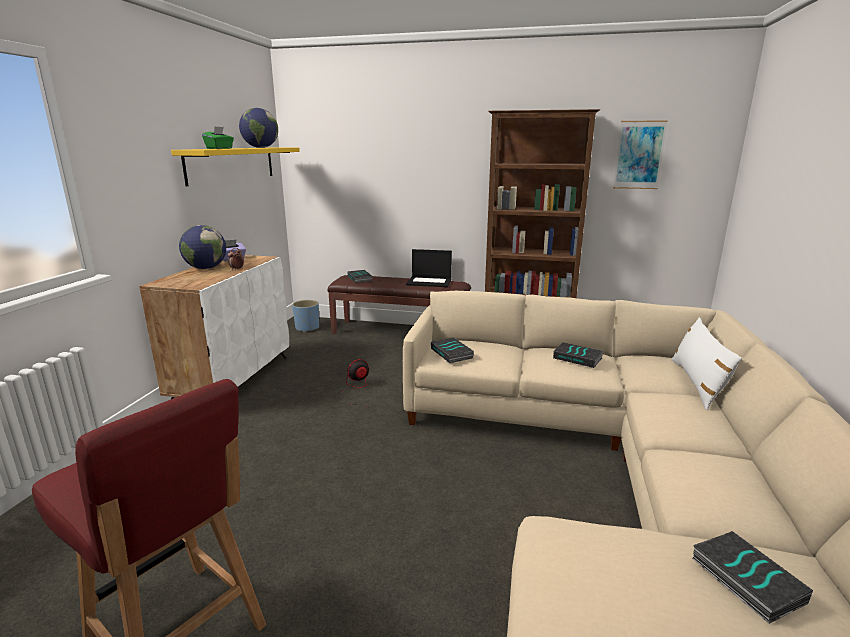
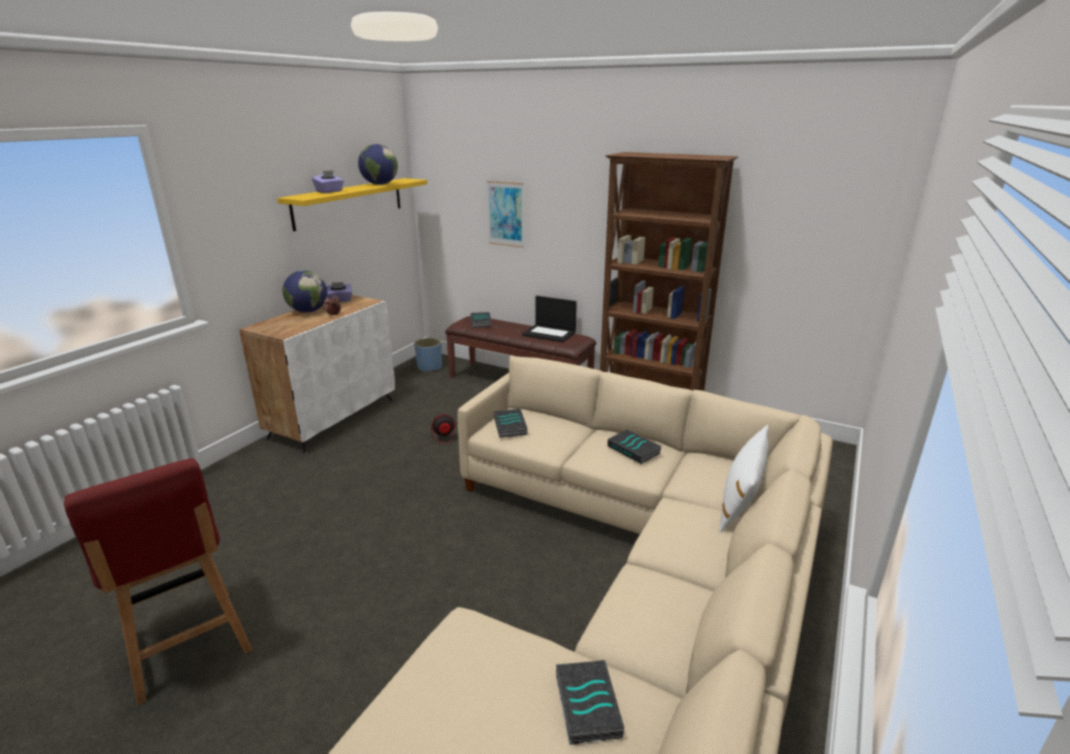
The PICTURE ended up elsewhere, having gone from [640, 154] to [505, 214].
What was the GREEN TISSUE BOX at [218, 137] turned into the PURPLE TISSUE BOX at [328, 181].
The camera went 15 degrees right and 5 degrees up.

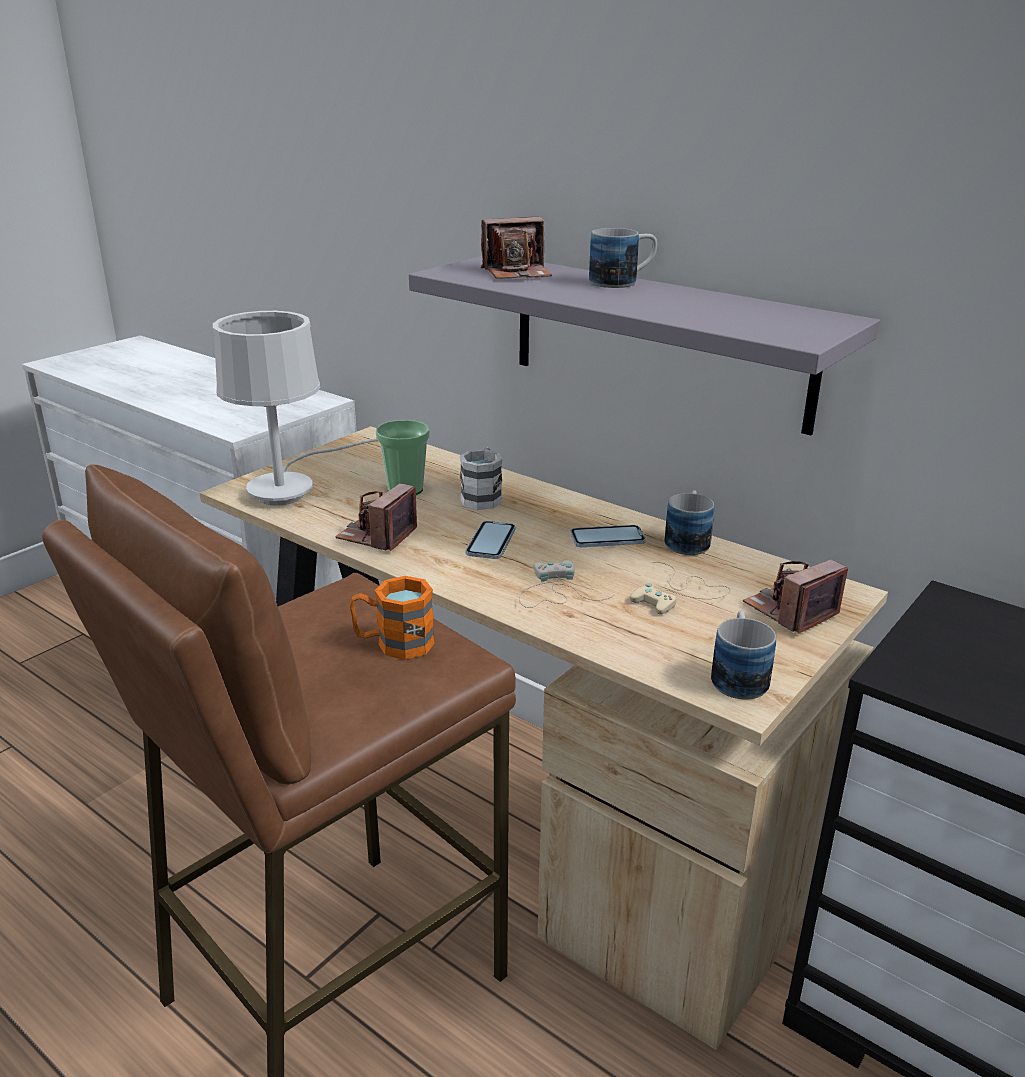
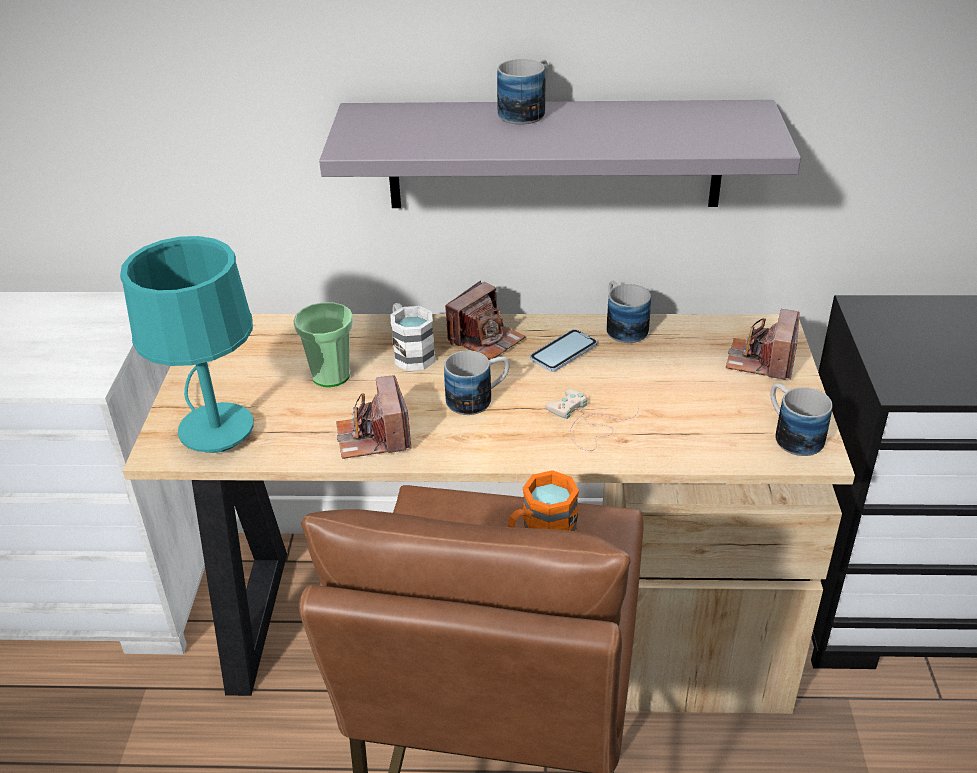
The second view lost the BEIGE GAME CONTROLLER at [680, 588].
The PHOTO CAMERA ended up elsewhere, having gone from [516, 247] to [485, 320].
Where the PHONE stood at [490, 540], the MUG came to stand at [476, 382].
What was the WHITE TABLE LAMP at [295, 408] turned into the TURQUOISE TABLE LAMP at [187, 344].
The camera went 35 degrees left and 10 degrees up.

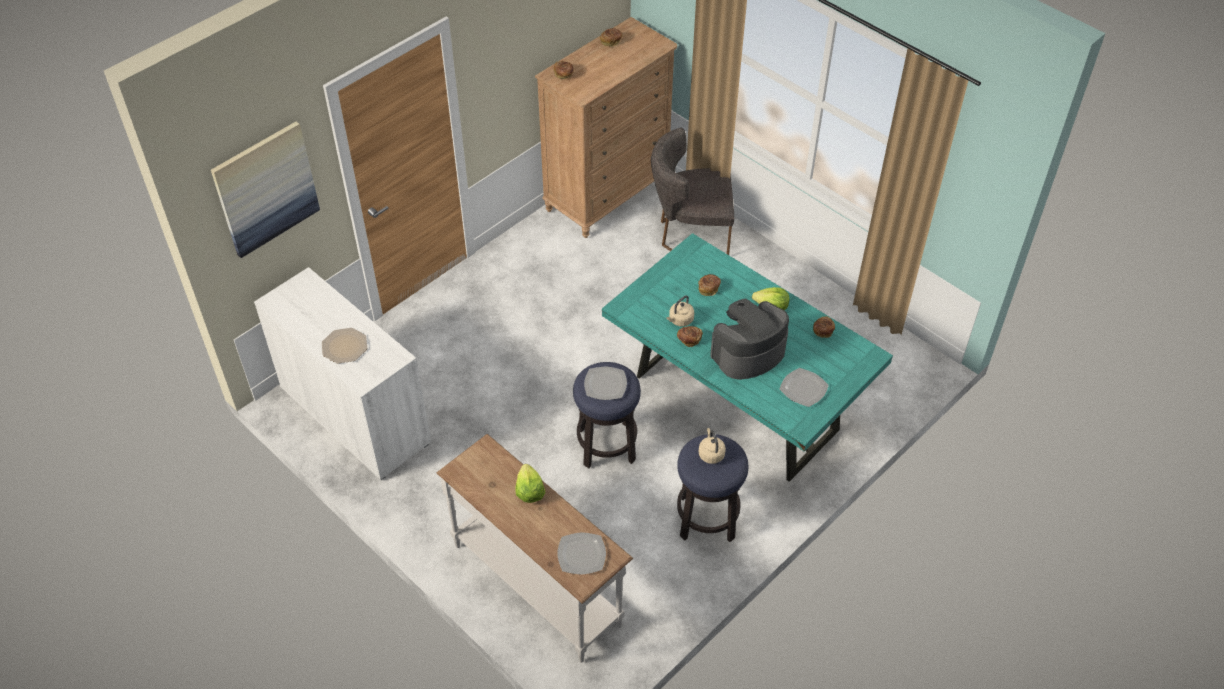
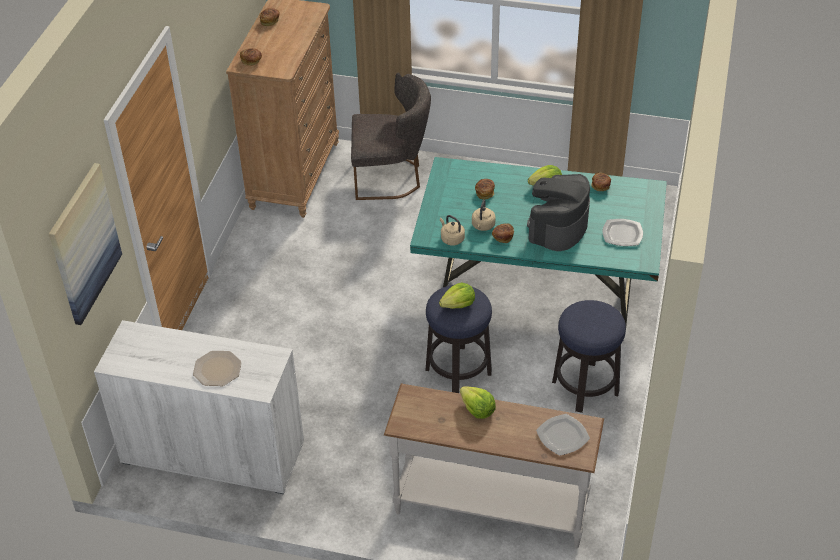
The BEIGE KETTLE ended up elsewhere, having gone from [712, 446] to [452, 230].
Where the PLATE stood at [605, 383], the LETTUCE came to stand at [457, 296].
The GREY CHAIR at [692, 191] ended up facing another way, 150 degrees counterclockwise from before.
The camera went 30 degrees left and 5 degrees down.

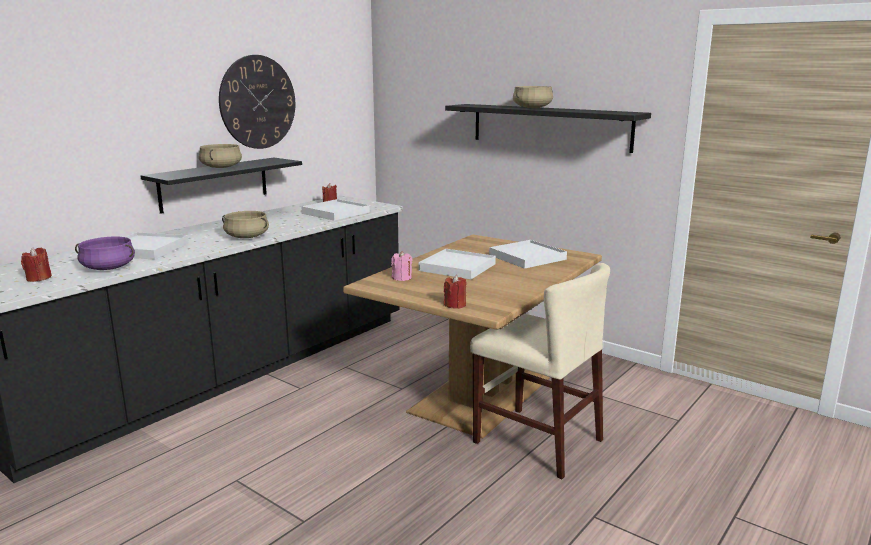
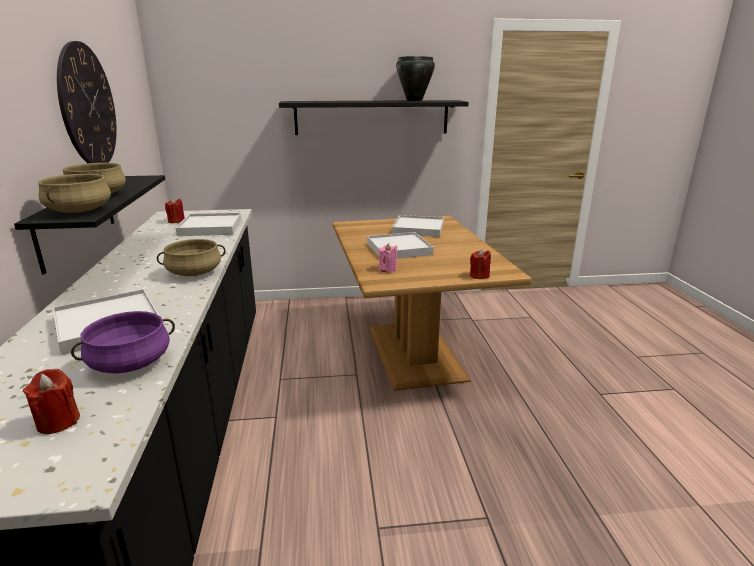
The second view lost the BEIGE CHAIR at [540, 371].
The second view gained the BLACK COOKING POT at [415, 78].
The BEIGE COOKING POT ended up elsewhere, having gone from [533, 97] to [74, 193].
The camera went 45 degrees left and 5 degrees up.

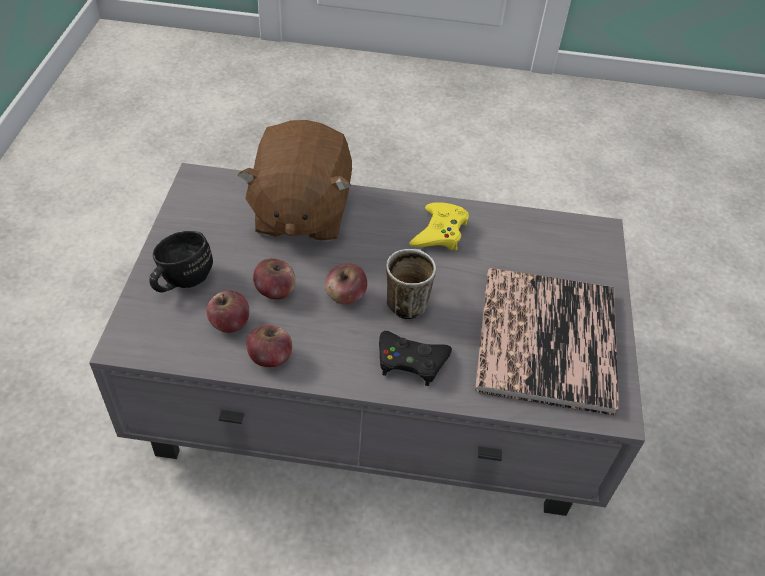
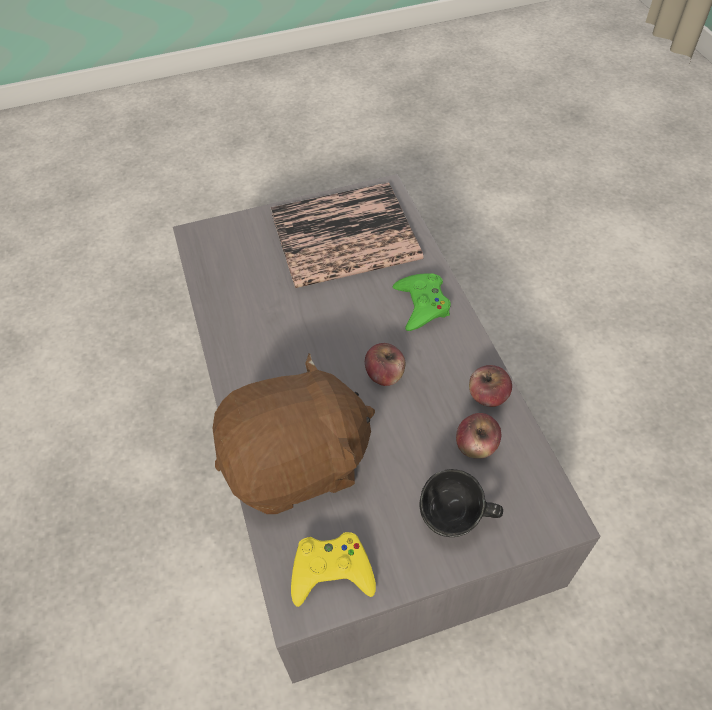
The second view lost the APPLE at [274, 279].
The second view lost the MUG at [411, 284].
The YELLOW GAME CONTROLLER ended up elsewhere, having gone from [439, 226] to [333, 569].
What was the BLACK GAME CONTROLLER at [415, 358] turned into the GREEN GAME CONTROLLER at [422, 302].
The camera went 110 degrees left and 5 degrees up.

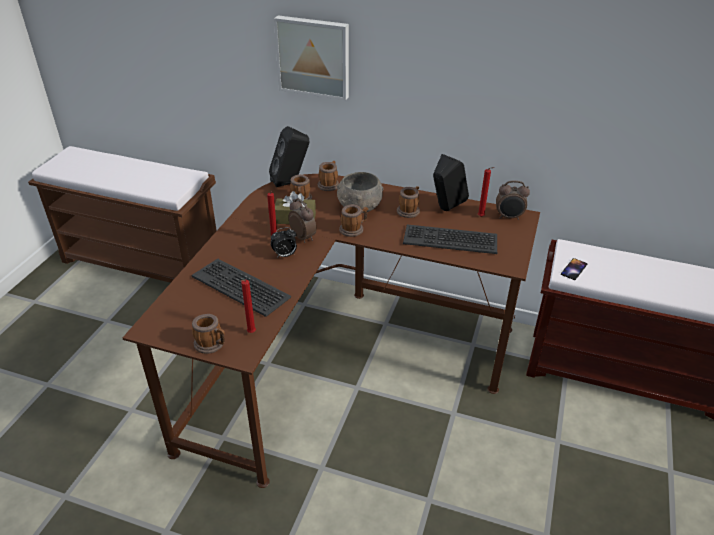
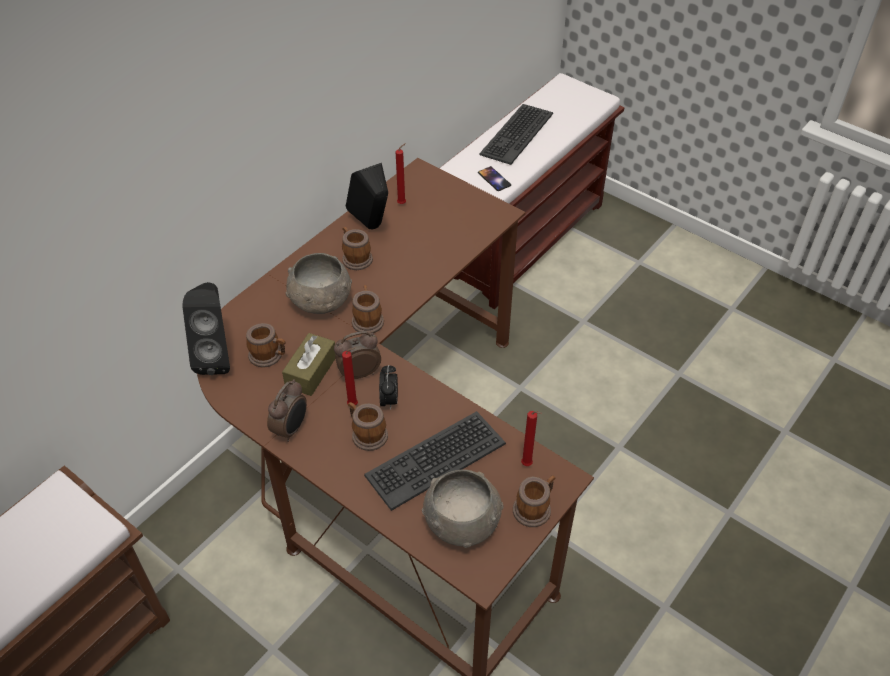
The second view lost the PICTURE at [311, 57].
The second view gained the GREY BOWL at [463, 509].
The MUG ended up elsewhere, having gone from [328, 176] to [368, 426].
The KEYBOARD ended up elsewhere, having gone from [450, 239] to [516, 134].
The ALARM CLOCK ended up elsewhere, having gone from [513, 200] to [287, 410].
The camera went 70 degrees left and 10 degrees up.

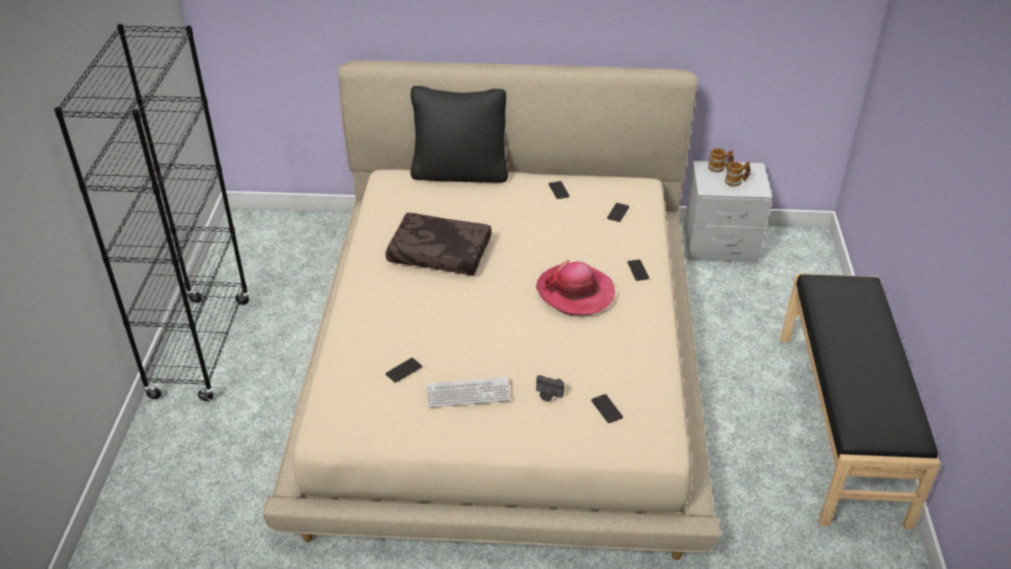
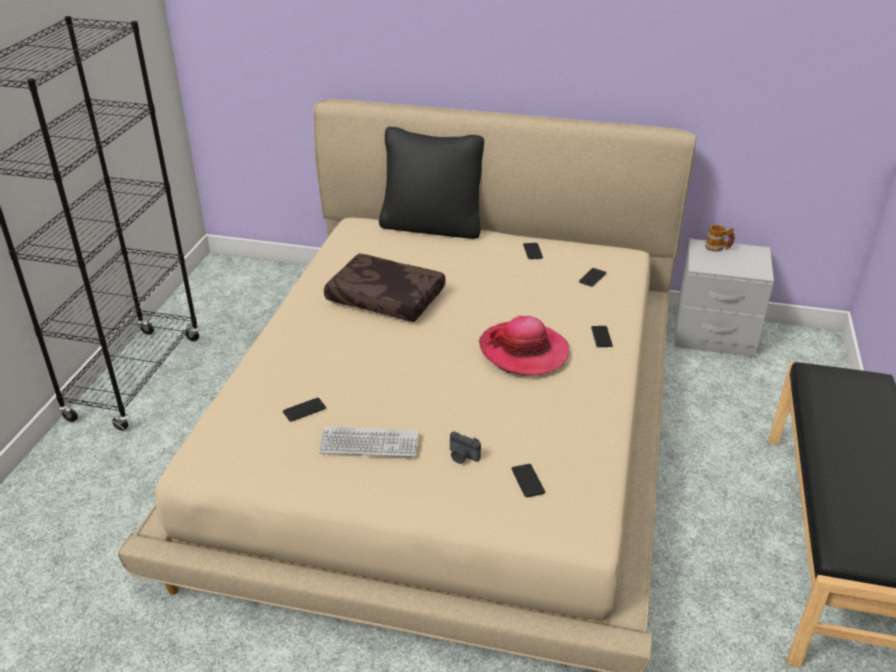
The second view lost the MUG at [738, 174].
The camera went 10 degrees right and 5 degrees down.

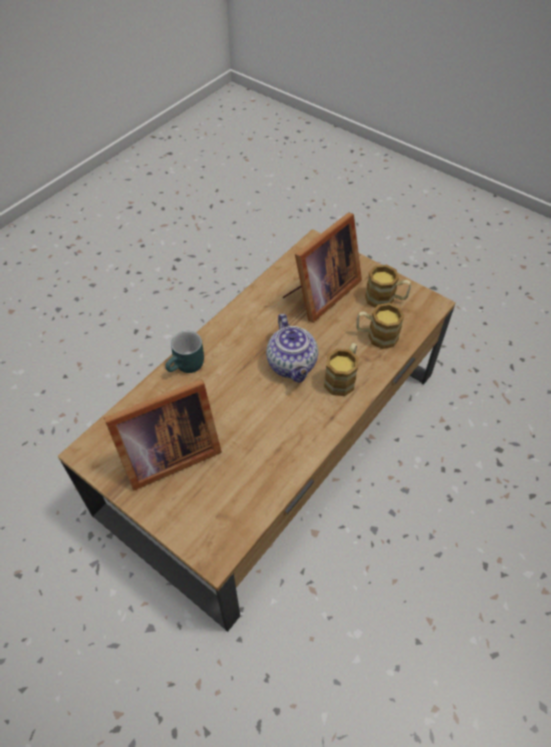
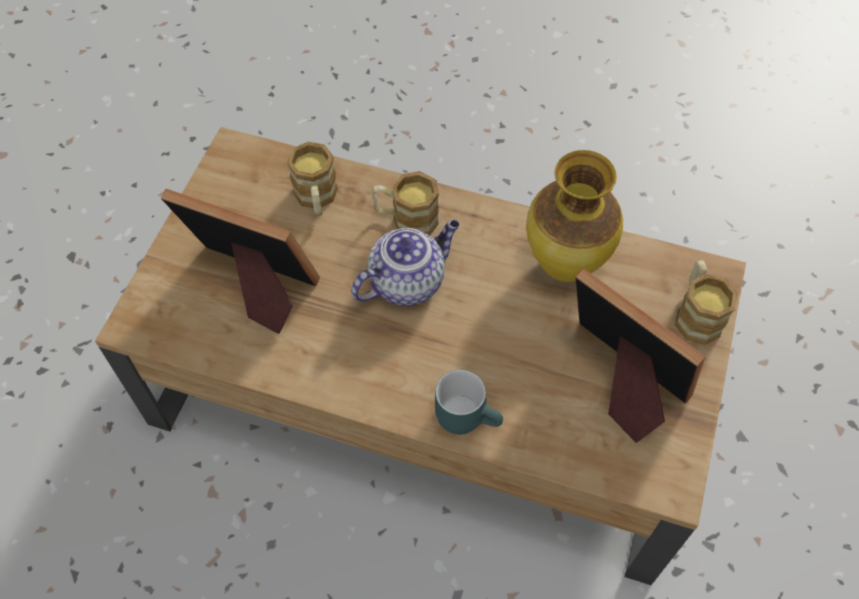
The second view gained the VASE at [574, 216].
The MUG ended up elsewhere, having gone from [388, 286] to [706, 302].
The camera went 110 degrees left and 5 degrees up.

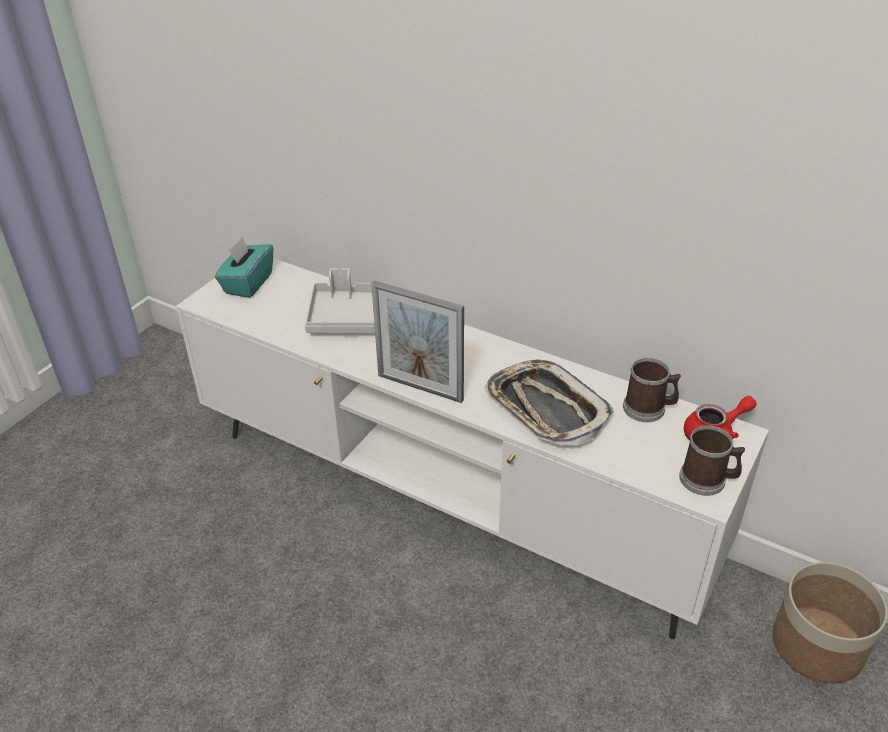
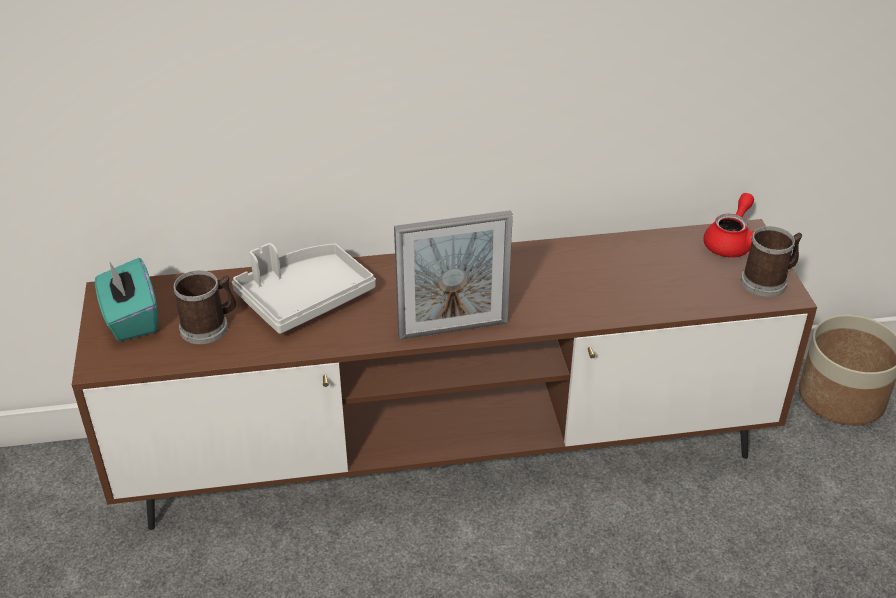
The second view lost the TRAY at [548, 402].
The MUG ended up elsewhere, having gone from [652, 390] to [205, 307].
What was the WHITE TV STAND at [472, 448] turned into the BROWN TV STAND at [444, 374].
The camera went 40 degrees left and 0 degrees up.

